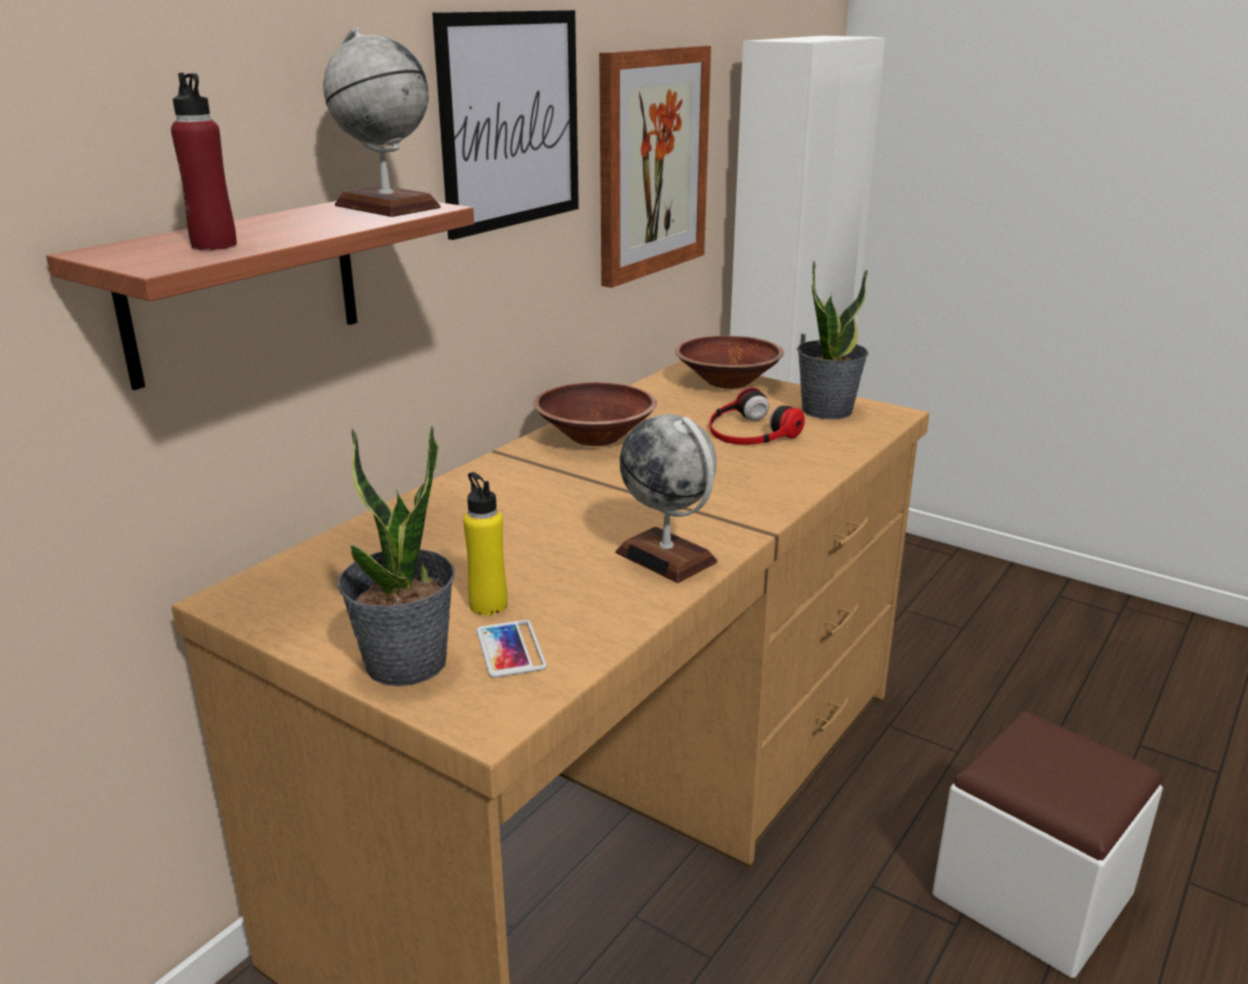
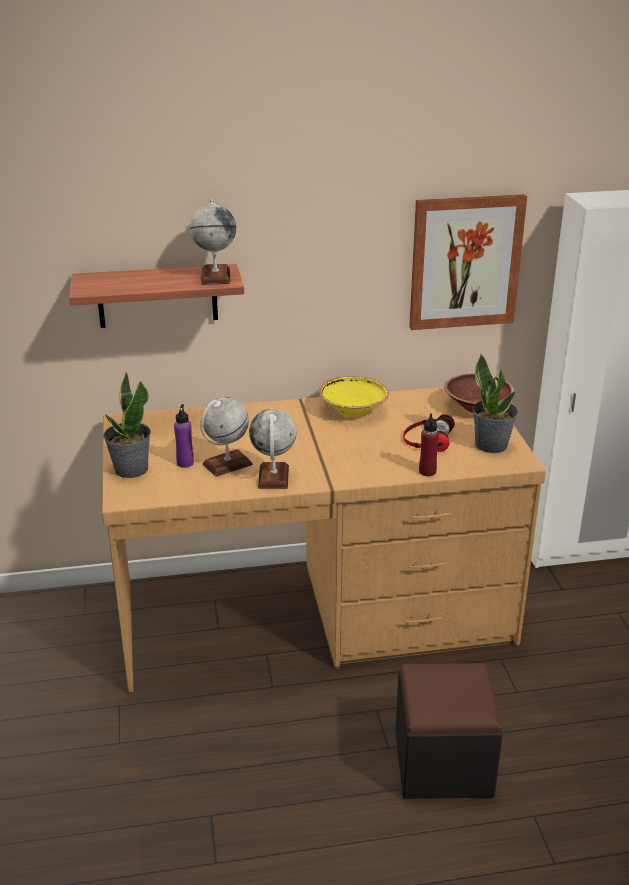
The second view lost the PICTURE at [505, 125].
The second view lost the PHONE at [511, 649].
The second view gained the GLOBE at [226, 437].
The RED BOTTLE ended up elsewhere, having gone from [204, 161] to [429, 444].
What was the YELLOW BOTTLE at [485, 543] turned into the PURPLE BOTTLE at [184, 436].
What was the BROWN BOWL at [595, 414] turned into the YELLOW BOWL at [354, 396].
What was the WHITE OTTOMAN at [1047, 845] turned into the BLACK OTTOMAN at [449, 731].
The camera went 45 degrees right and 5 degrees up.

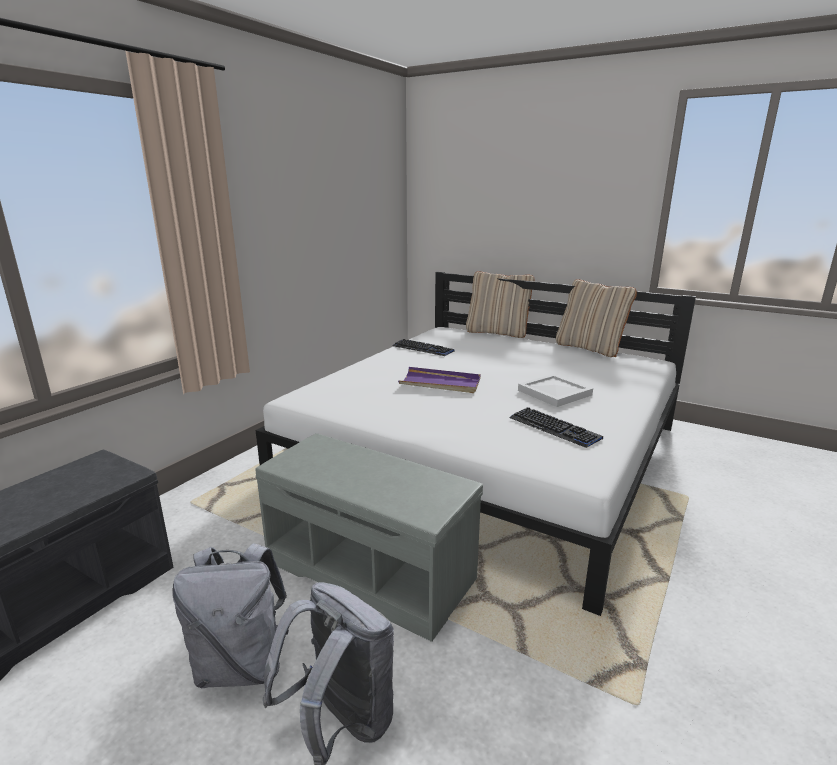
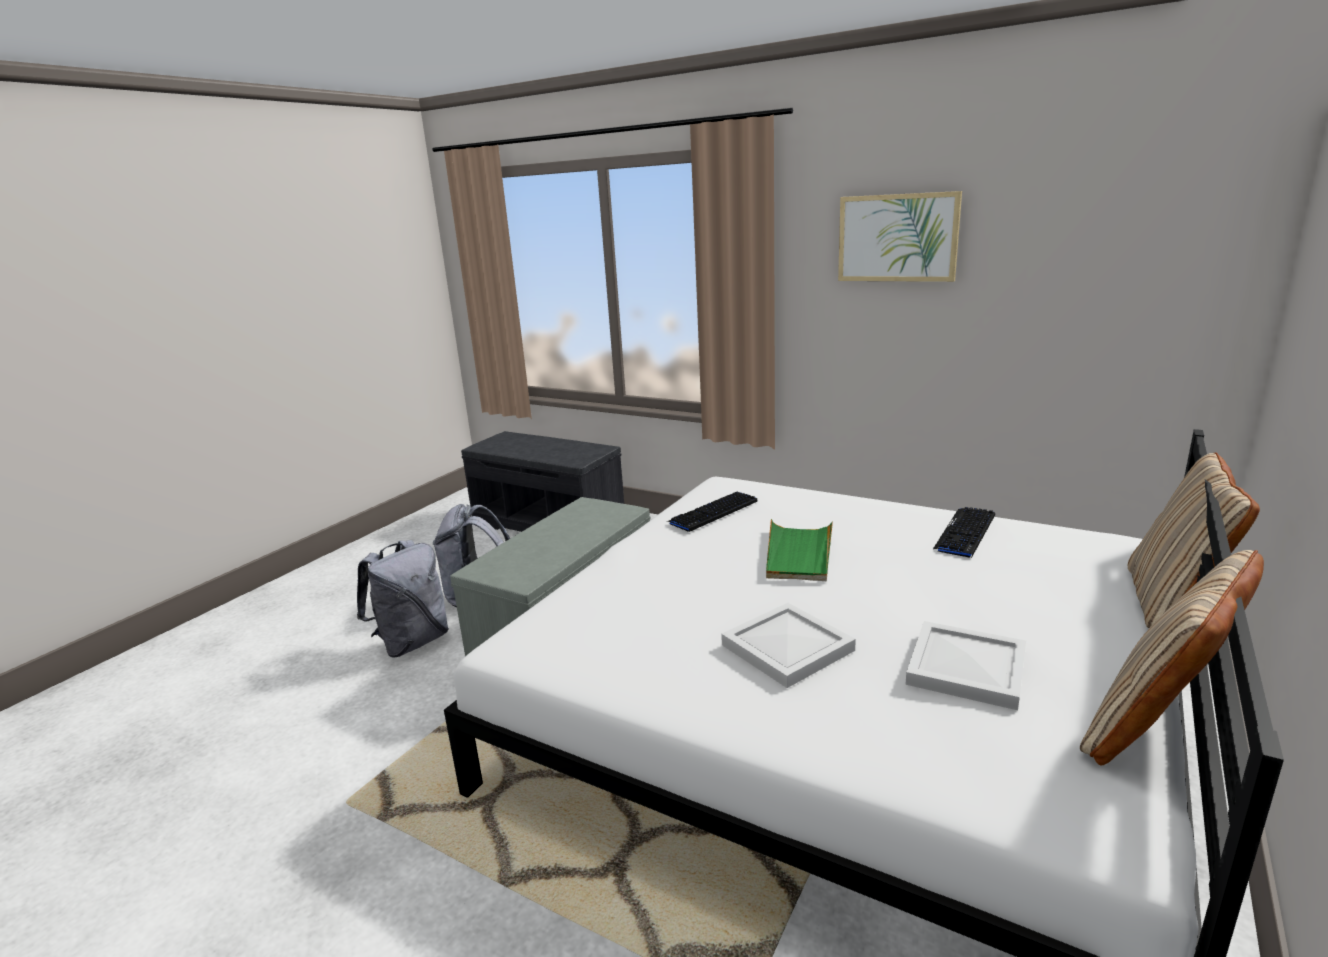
The second view gained the PICTURE at [900, 236].
The second view gained the WHITE TRAY at [965, 665].
The KEYBOARD ended up elsewhere, having gone from [556, 427] to [712, 512].
What was the PURPLE TRAY at [439, 380] turned into the GREEN TRAY at [799, 550].
The camera went 90 degrees right and 0 degrees up.

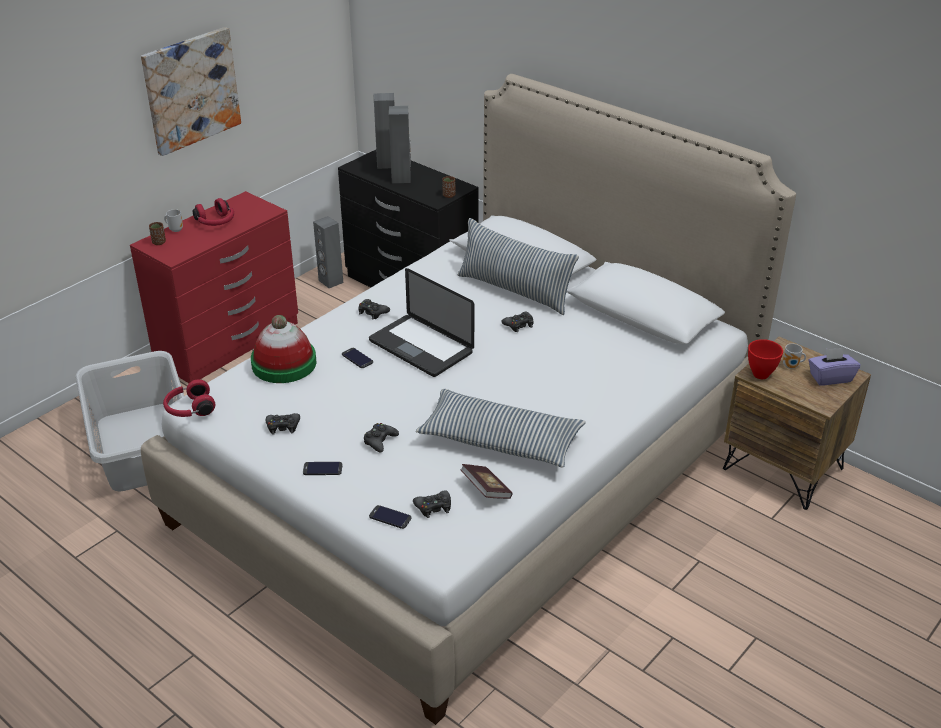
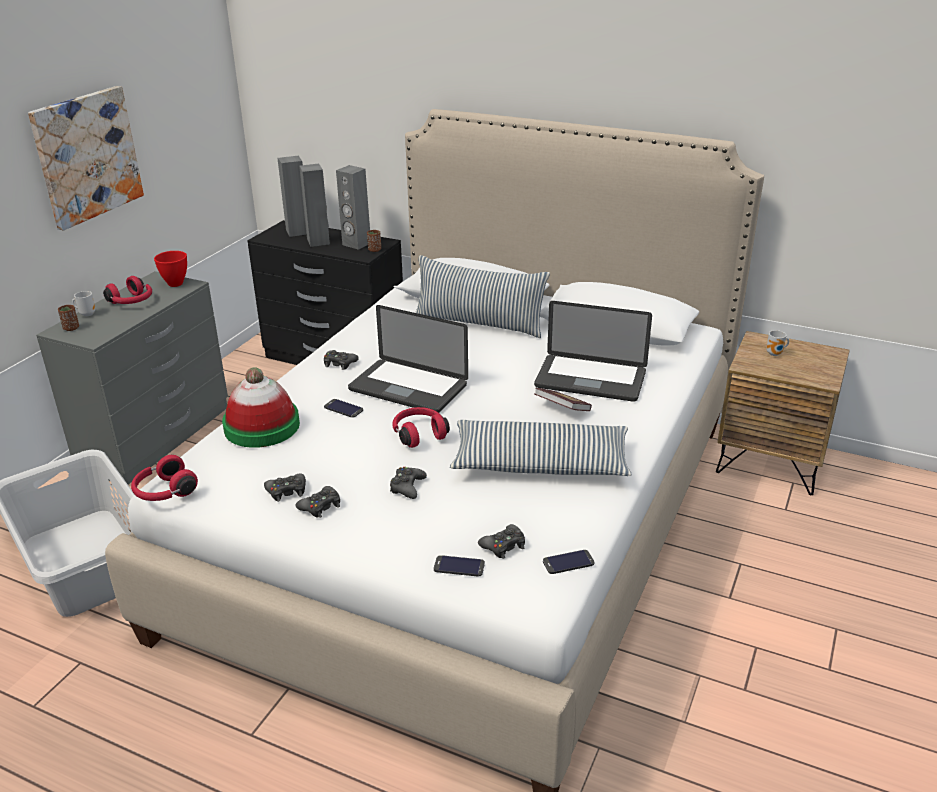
The second view lost the PURPLE TISSUE BOX at [834, 366].
The second view gained the RED HEADPHONES at [421, 427].
The second view gained the LAPTOP at [593, 351].
The PHONE ended up elsewhere, having gone from [322, 468] to [568, 562].
The GREY SPEAKER ended up elsewhere, having gone from [328, 252] to [353, 207].
The BOOK ended up elsewhere, having gone from [486, 481] to [563, 399].
The BLACK GAME CONTROLLER ended up elsewhere, having gone from [517, 322] to [317, 502].
The RED BOWL ended up elsewhere, having gone from [765, 359] to [170, 269].
What was the RED DRESSER at [214, 287] turned into the GREY DRESSER at [132, 377].
The camera went 15 degrees left and 5 degrees down.

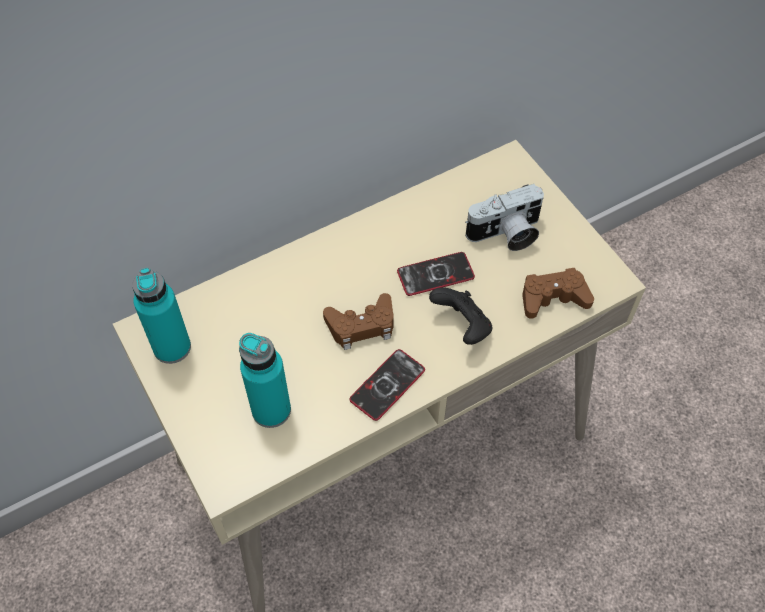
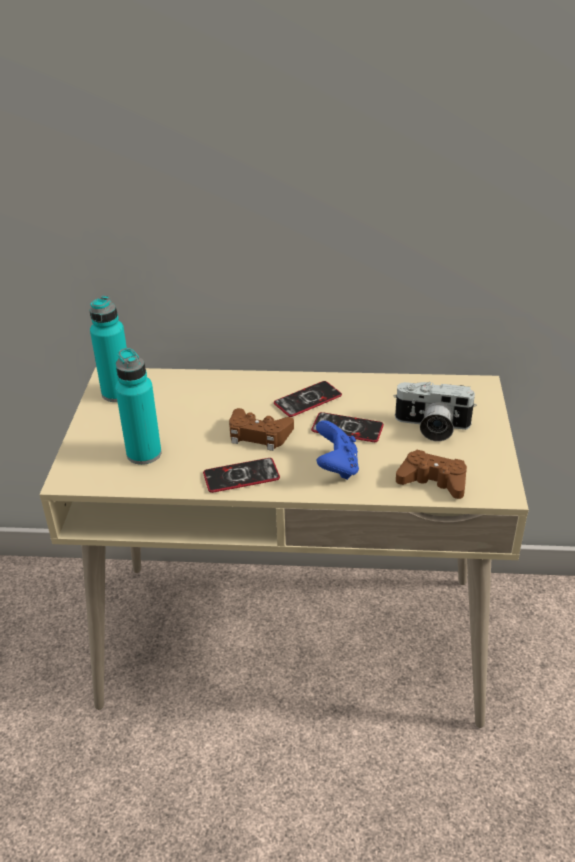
The second view gained the PHONE at [308, 399].
What was the BLACK GAME CONTROLLER at [460, 316] turned into the BLUE GAME CONTROLLER at [337, 450].
The camera went 35 degrees right and 20 degrees down.

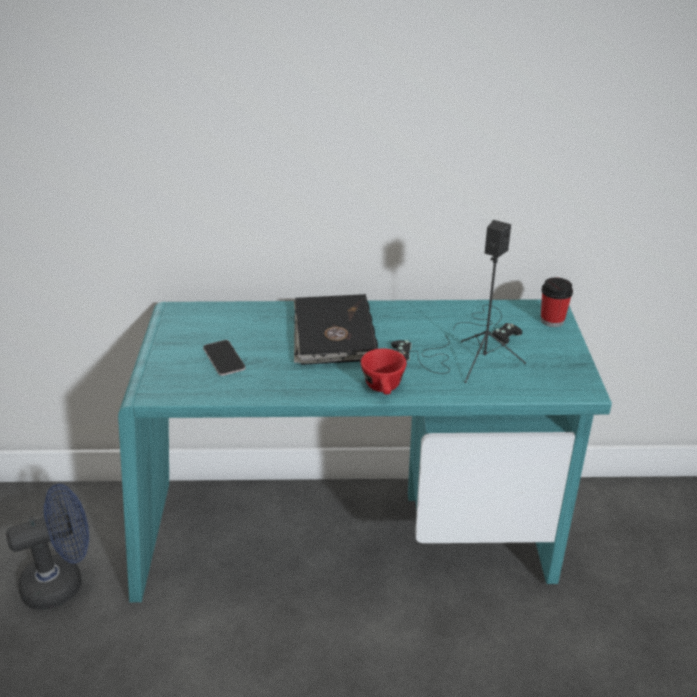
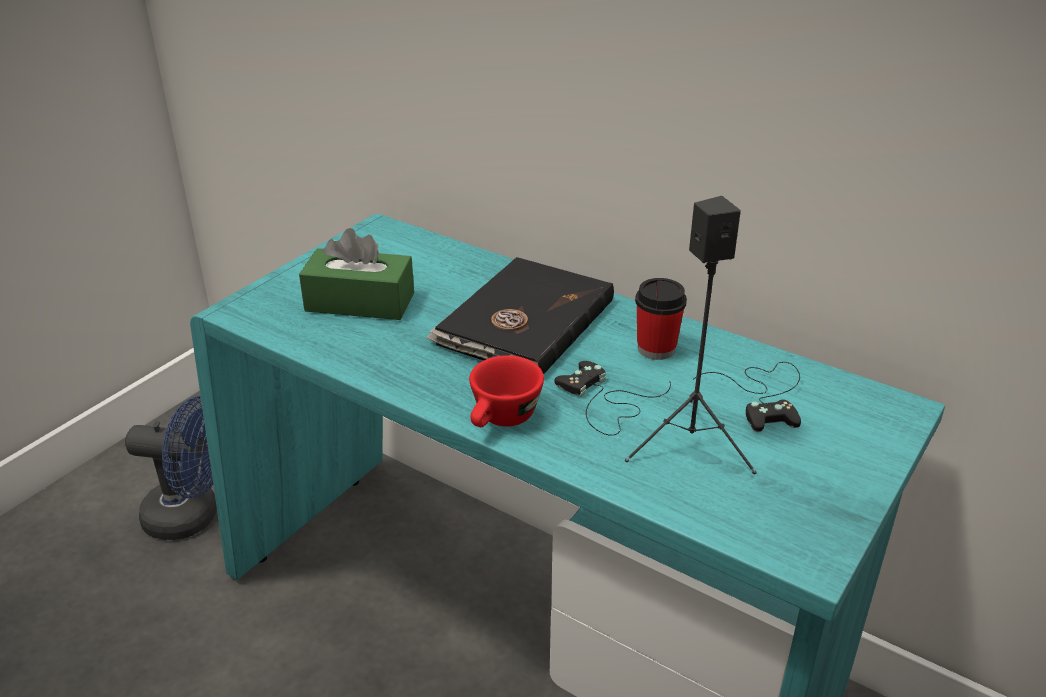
The CUP ended up elsewhere, having gone from [557, 302] to [661, 319].
Where the PHONE stood at [224, 358], the GREEN TISSUE BOX came to stand at [356, 274].
The camera went 35 degrees right and 0 degrees up.

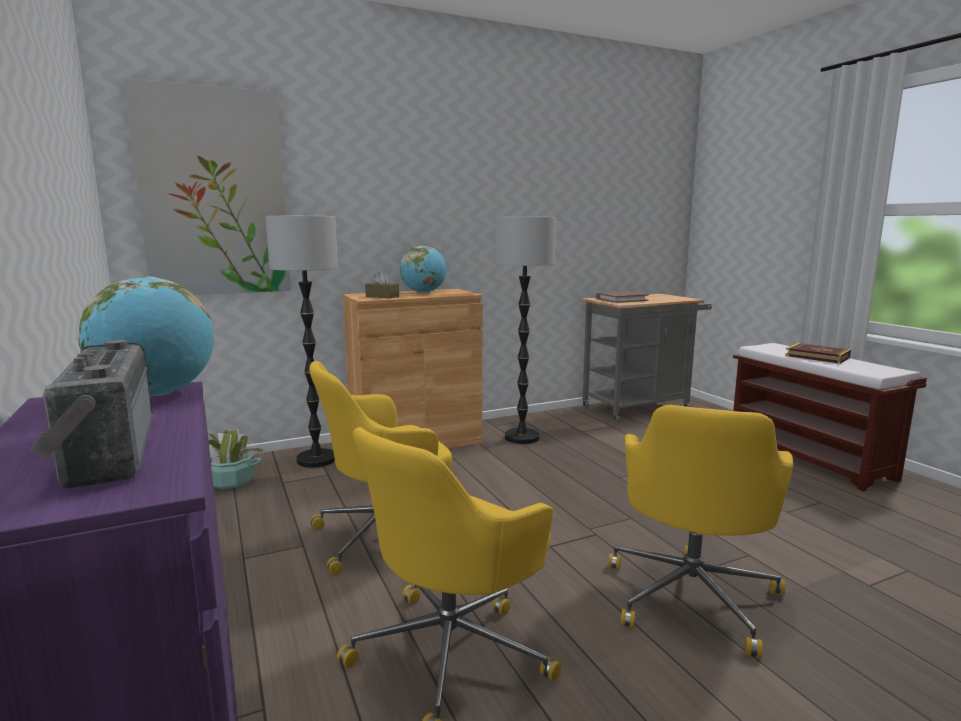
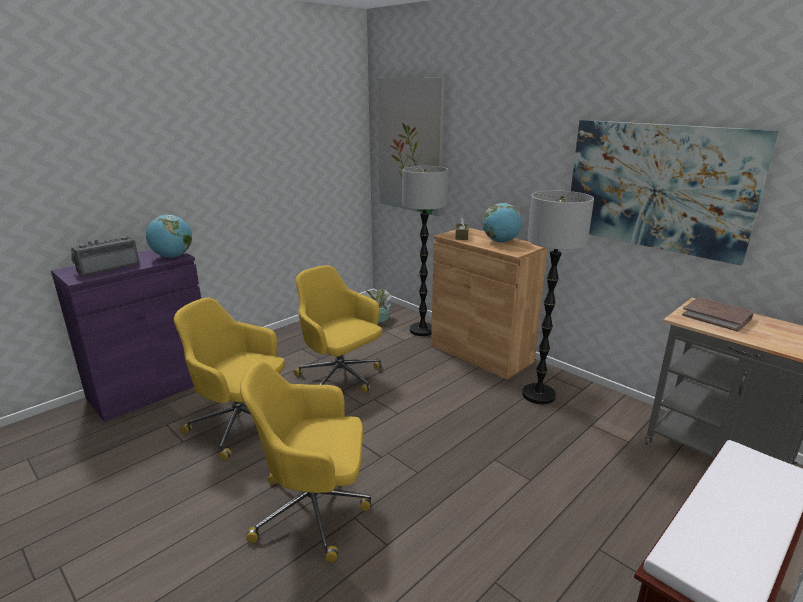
The second view lost the BOOK at [818, 353].
The second view gained the PICTURE at [674, 193].
The camera went 70 degrees right and 10 degrees up.

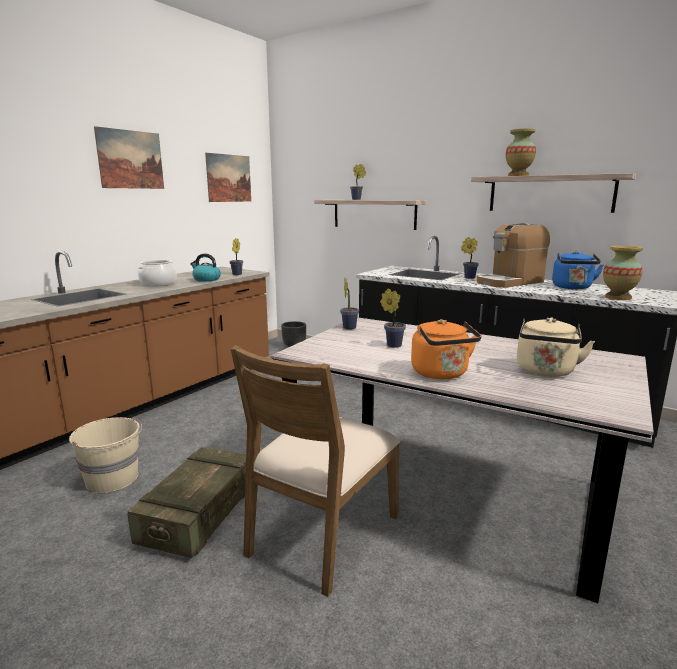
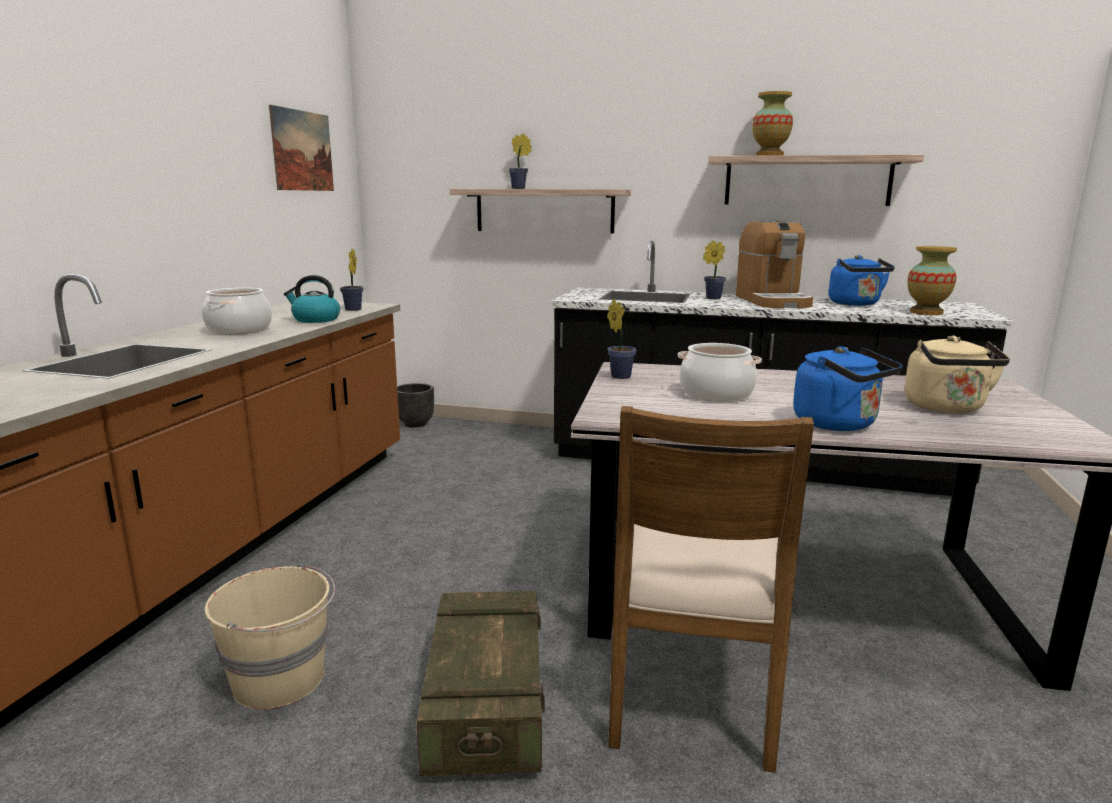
The second view lost the PICTURE at [129, 157].
Where the POTTED PLANT stood at [393, 318], the COOKING POT came to stand at [720, 372].
What was the ORANGE KETTLE at [446, 349] turned into the BLUE KETTLE at [847, 388].
The COFFEE MACHINE at [513, 255] ended up facing another way, 45 degrees counterclockwise from before.
The camera went 20 degrees left and 0 degrees up.

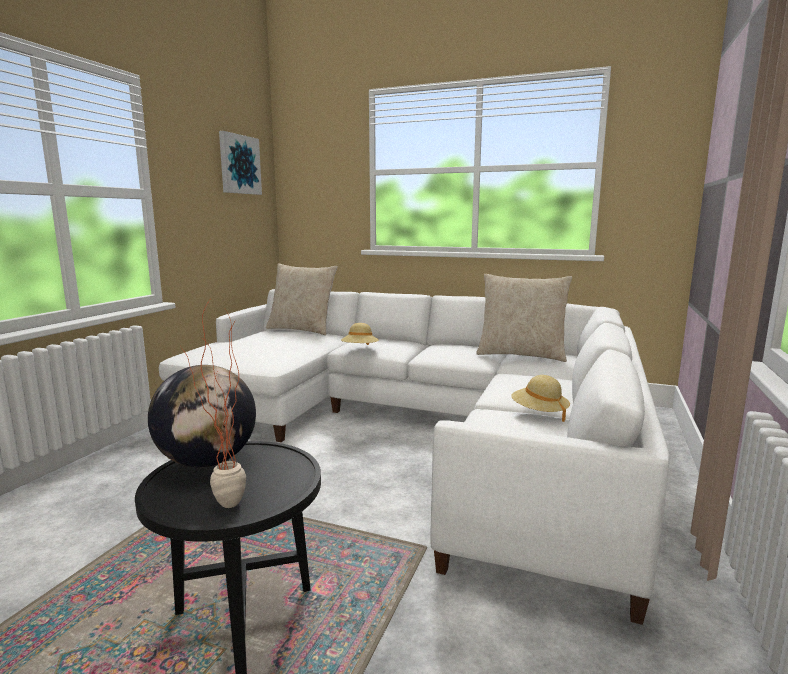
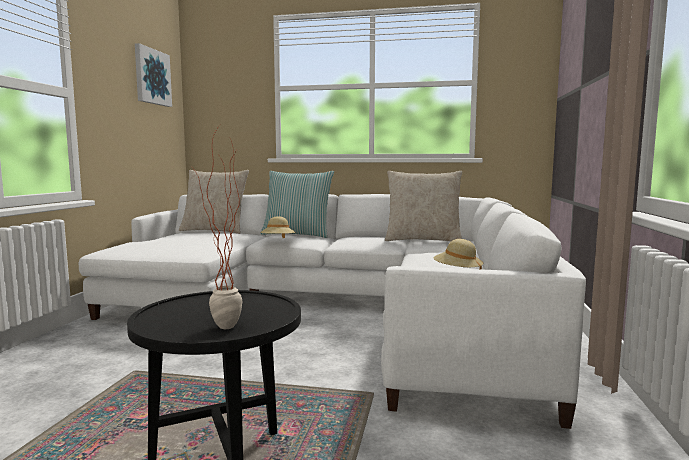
The second view lost the GLOBE at [202, 416].
The second view gained the PILLOW at [297, 204].
The camera went 10 degrees left and 5 degrees down.

